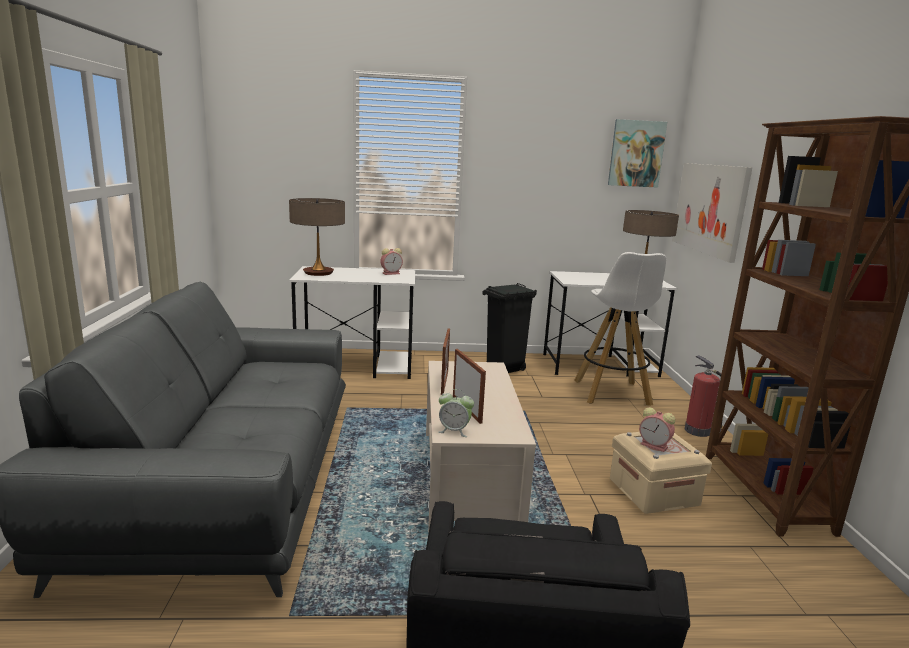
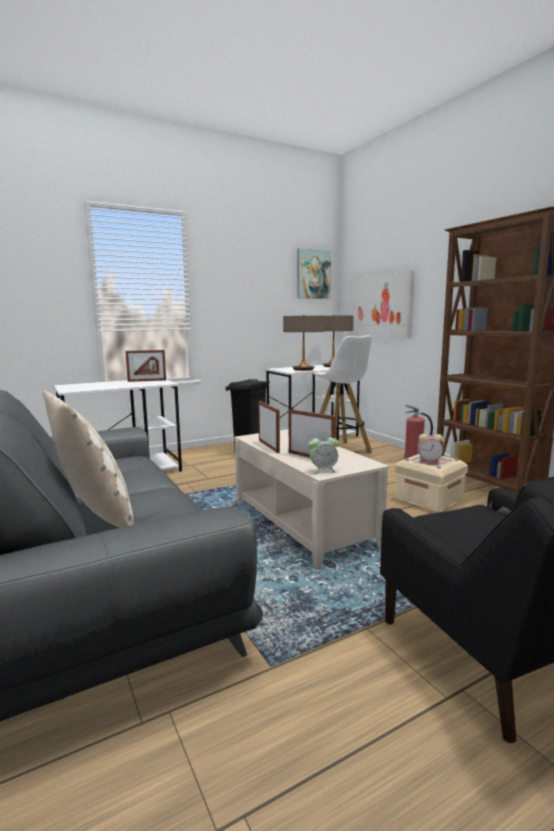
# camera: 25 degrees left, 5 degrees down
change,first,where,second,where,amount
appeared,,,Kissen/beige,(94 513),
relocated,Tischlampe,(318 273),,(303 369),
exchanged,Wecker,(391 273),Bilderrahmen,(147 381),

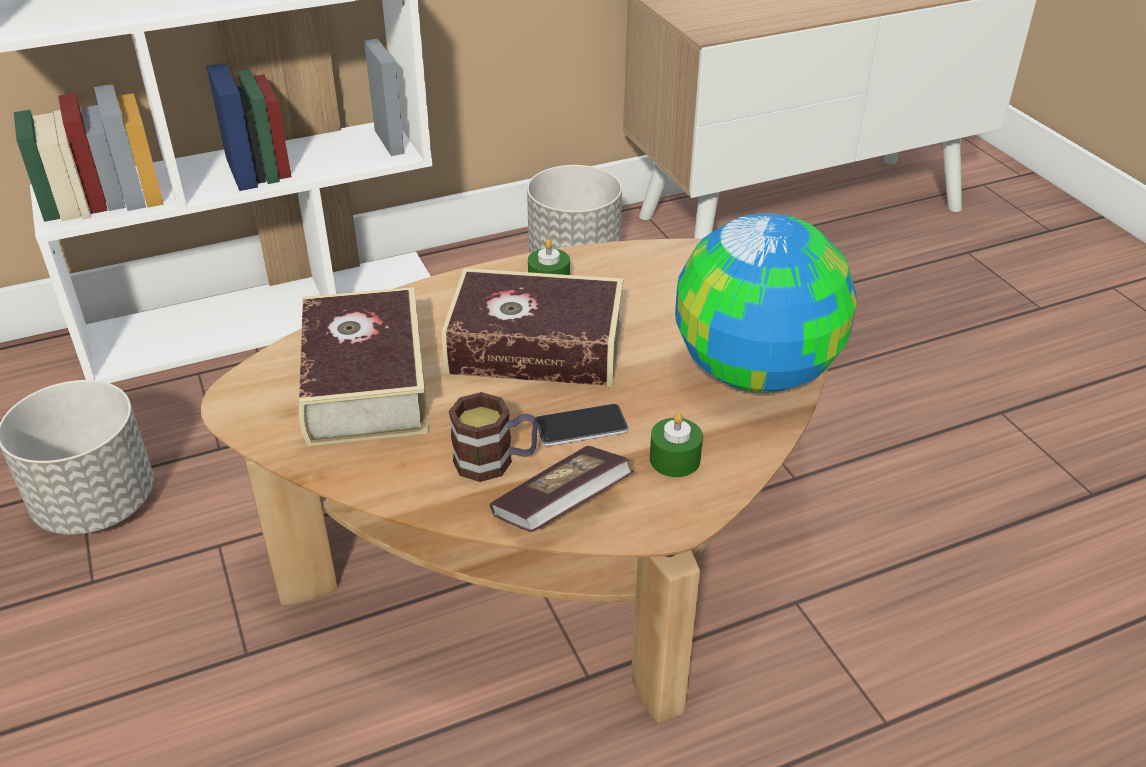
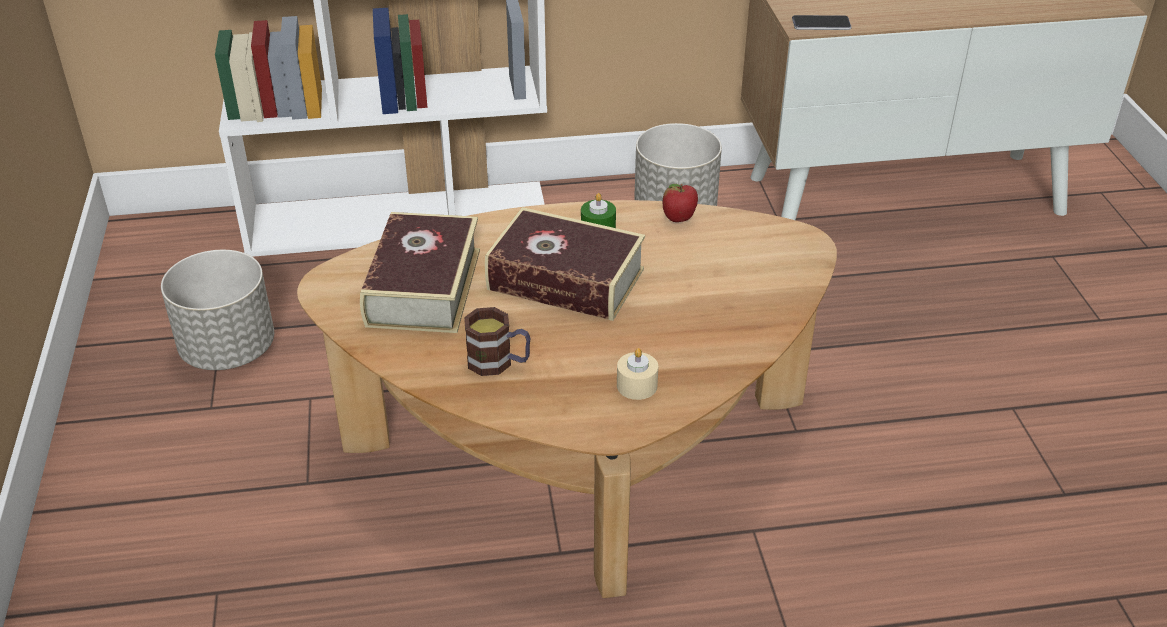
# camera: 15 degrees right, 0 degrees up
change,first,where,second,where,amount
missing,Buch,(560 508),,,
missing,Globus,(755 371),,,
appeared,,,Apfel,(679 219),
relocated,Handy,(581 426),,(821 24),
colour,Kerze/grün,(674 459),Kerze/beige,(637 385),

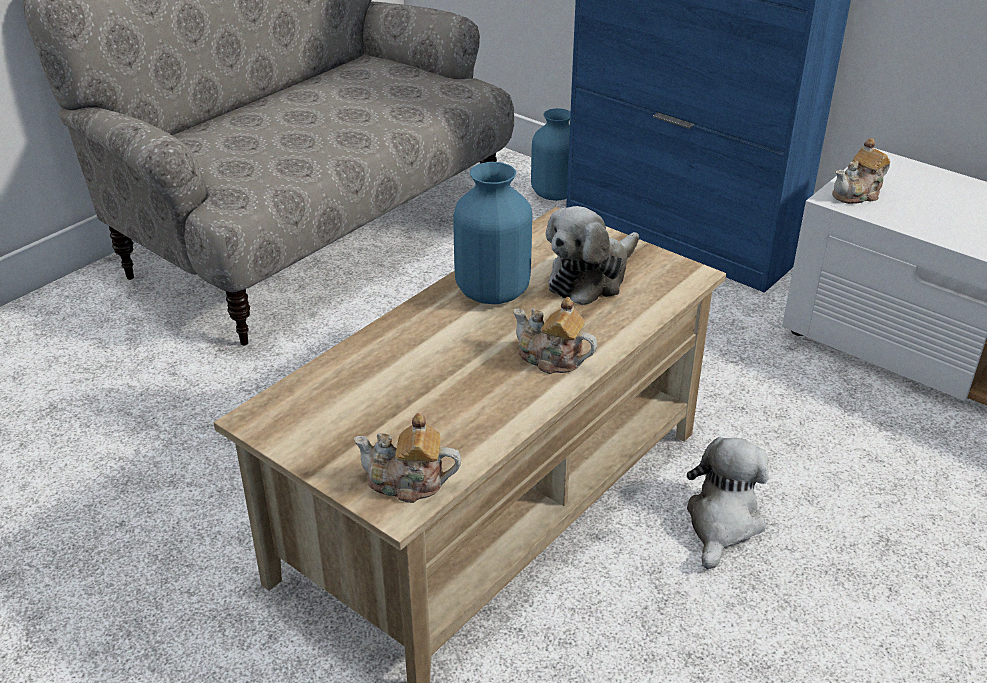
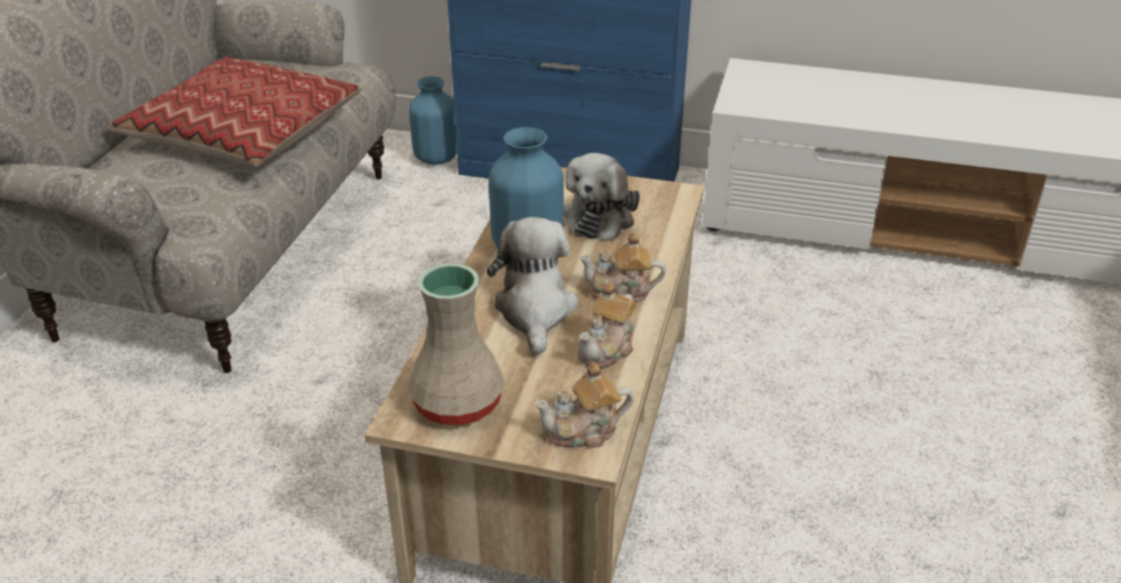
# camera: 25 degrees left, 0 degrees up
change,first,where,second,where,amount
appeared,,,Kissen,(243 132),
appeared,,,Vase/beige,(455 404),
relocated,Plüschtier,(722 523),,(535 311),
relocated,Teekanne,(858 194),,(608 348),

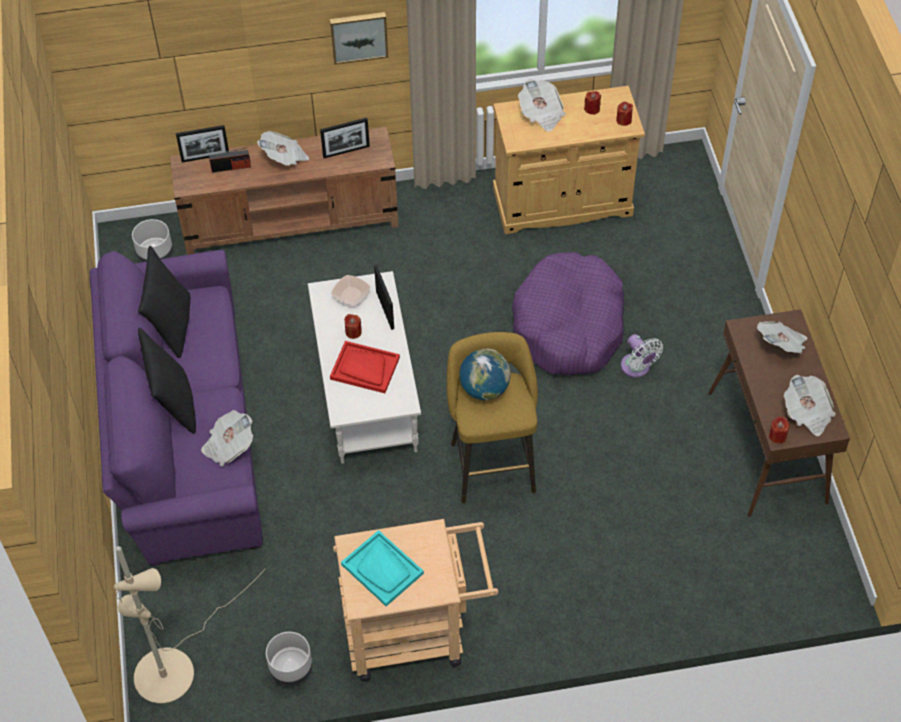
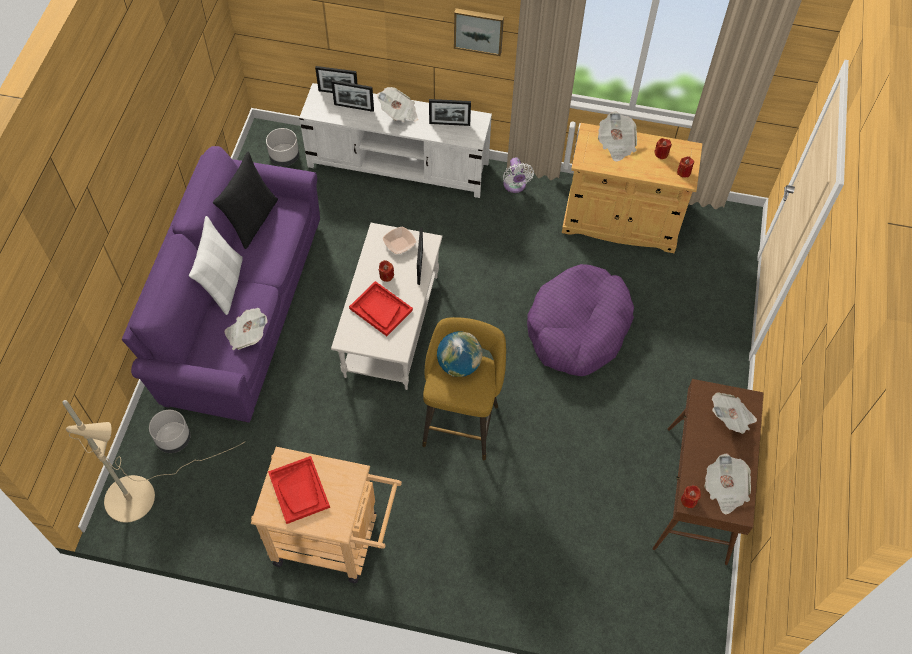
# camera: 20 degrees right, 5 degrees up
change,first,where,second,where,amount
relocated,Pflanzkübel/grau,(291 669),,(173 439),
relocated,Ventilator/weiß,(637 368),,(515 186),
exchanged,Radio,(231 167),Bilderrahmen,(354 107),
colour,Kissen/schwarz,(174 403),Kissen/weiß,(224 284),
colour,Fernsehschrank/braun,(291 221),Fernsehschrank/weiß,(399 165),
colour,Tablett/türkis,(382 569),Tablett/rot,(299 490),

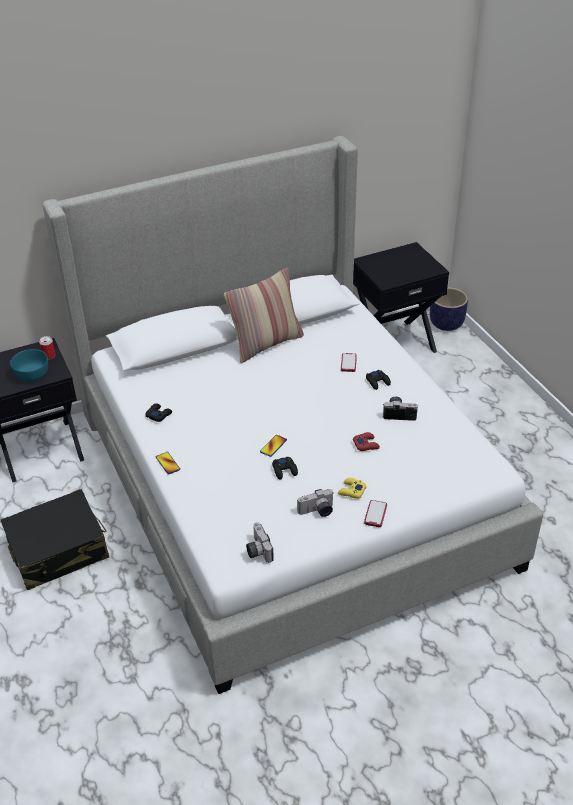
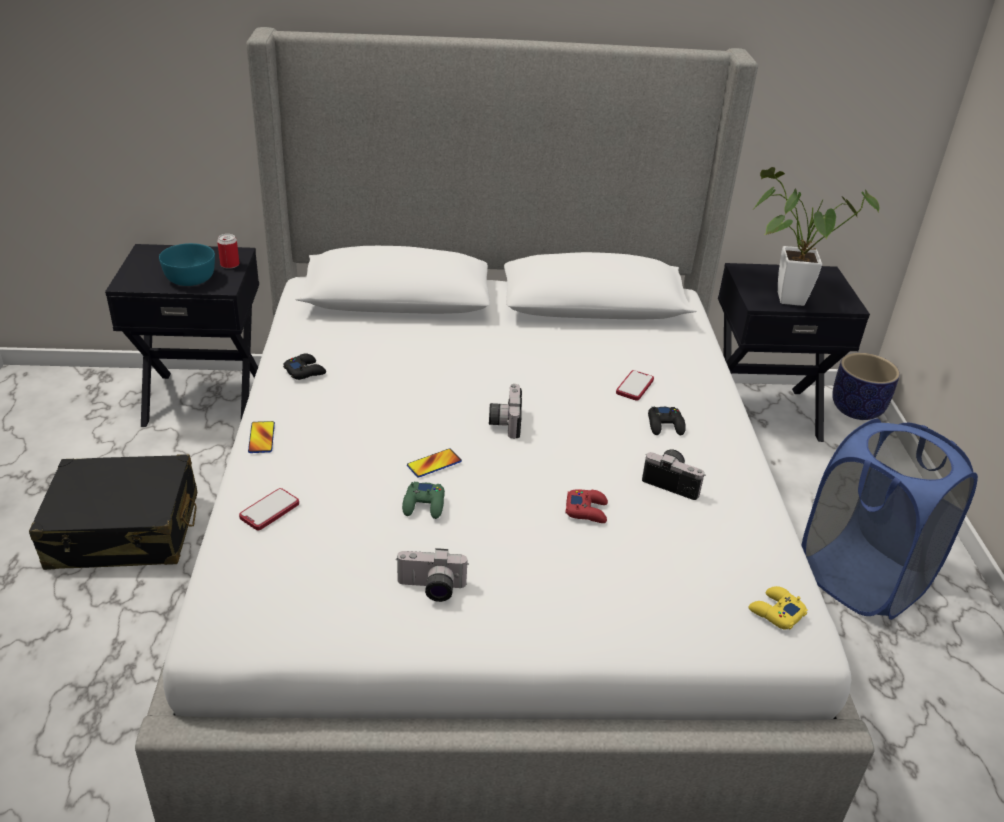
# camera: 20 degrees right, 5 degrees down
change,first,where,second,where,amount
missing,Kissen,(266 344),,,
appeared,,,Topfpflanze,(782 298),
appeared,,,Wäschekorb/blau,(862 579),
relocated,Kamera,(257 550),,(504 421),
relocated,Gamepad/gelb,(351 491),,(775 612),
relocated,Handy,(375 514),,(269 510),
colour,Gamepad/schwarz,(285 470),Gamepad/grün,(424 505),

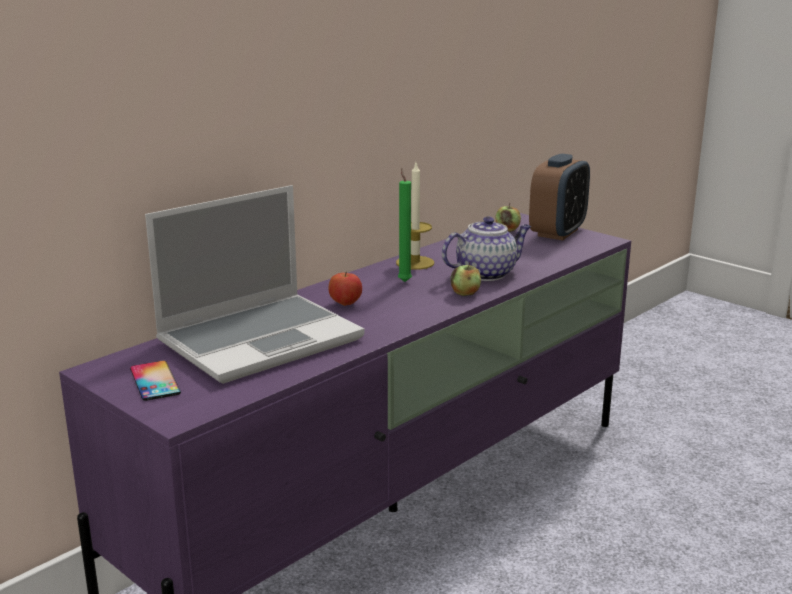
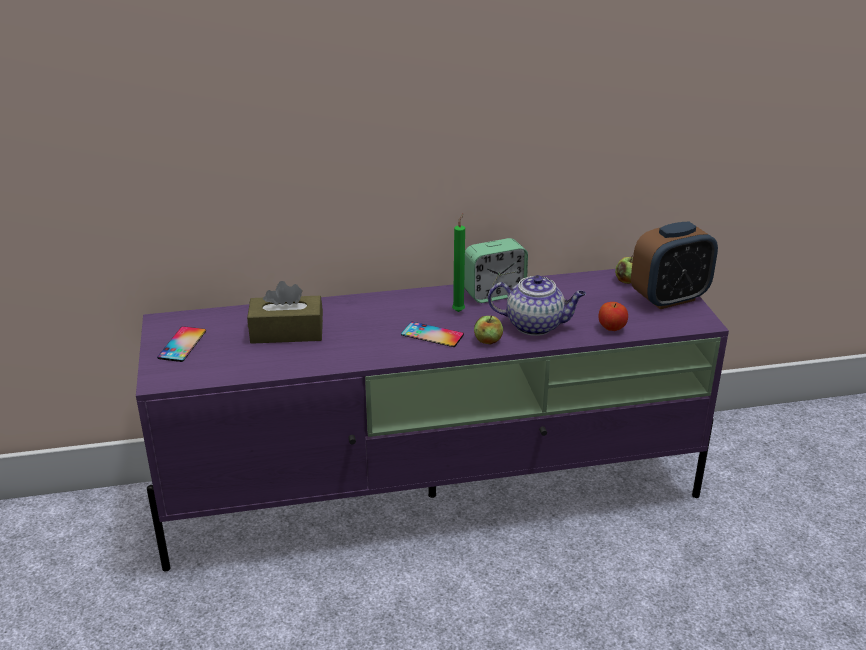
# camera: 35 degrees right, 10 degrees up
change,first,where,second,where,amount
appeared,,,Handy,(432 335),
relocated,Apfel,(345 304),,(611 328),
exchanged,Laptop,(261 339),Taschentuchbox/braun,(287 332),
exchanged,Kerze,(415 263),Wecker,(494 293),

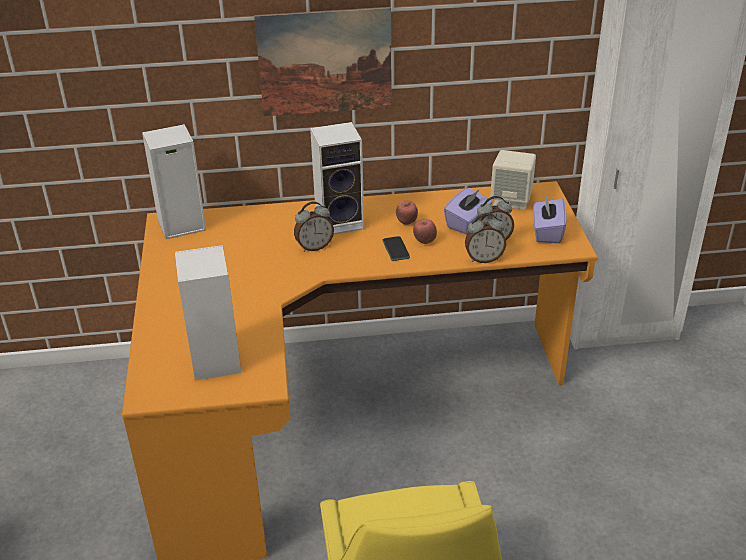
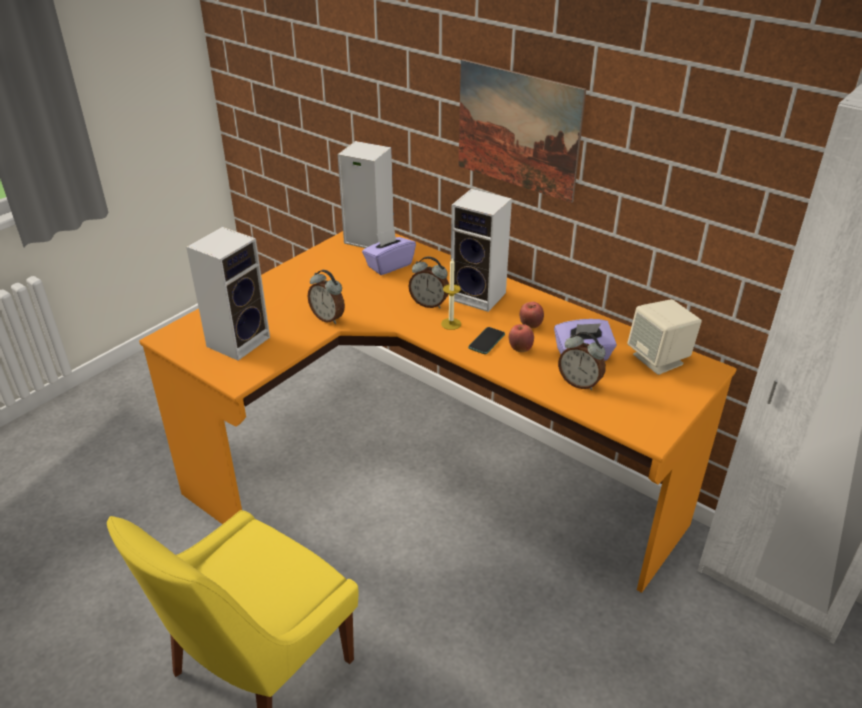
# camera: 45 degrees right, 0 degrees up
change,first,where,second,where,amount
appeared,,,Kerze,(451 324),
relocated,Wecker,(484 259),,(328 318),
relocated,Taschentuchbox/lila,(547 232),,(389 265),

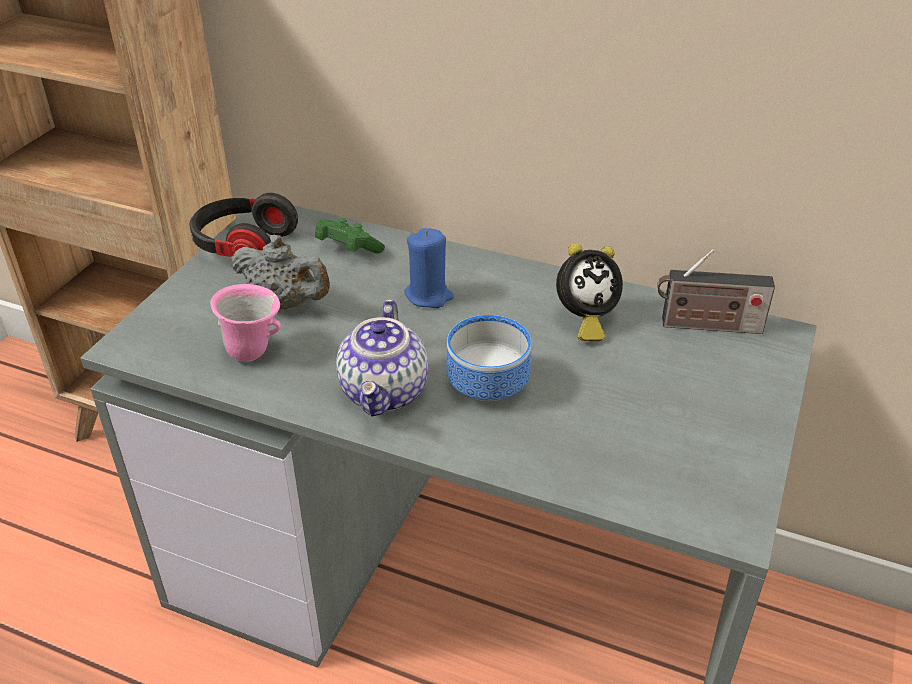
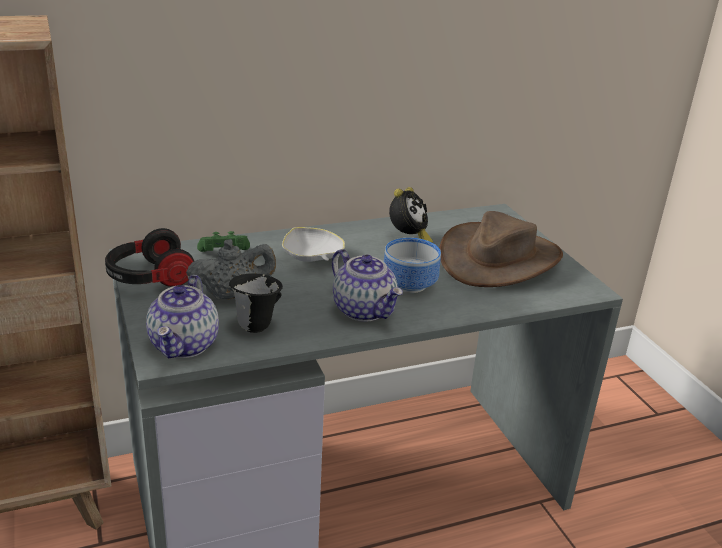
# camera: 45 degrees left, 10 degrees down
change,first,where,second,where,amount
missing,Radio,(706 326),,,
appeared,,,Teekanne,(185 345),
appeared,,,Hut/braun,(499 258),
exchanged,Kerze/blau,(429 296),Schüssel/weiß,(312 258),
colour,Henkelbecher/rosa,(253 352),Henkelbecher/schwarz,(256 326),

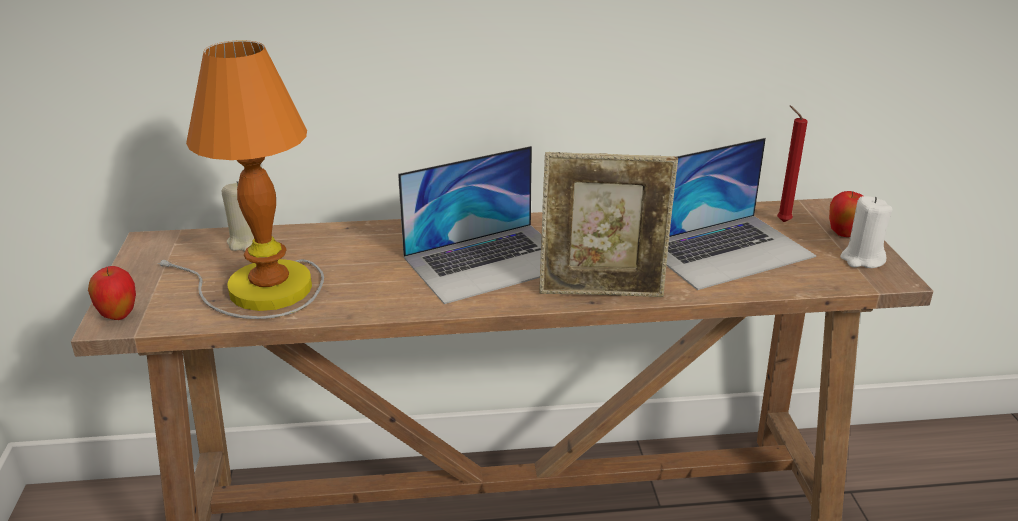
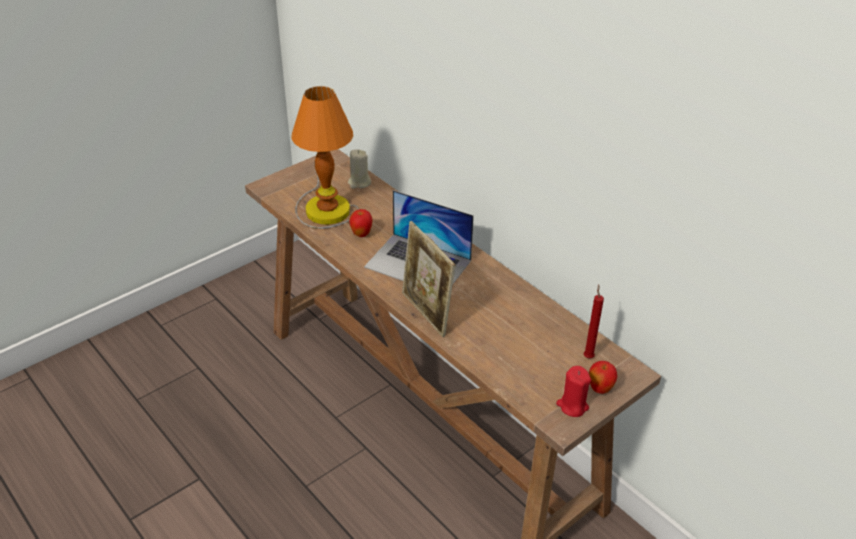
# camera: 55 degrees right, 10 degrees up
change,first,where,second,where,amount
missing,Laptop,(727 250),,,
relocated,Apfel,(118 316),,(361 234),
colour,Kerze/weiß,(862 259),Kerze/rot,(572 406),

